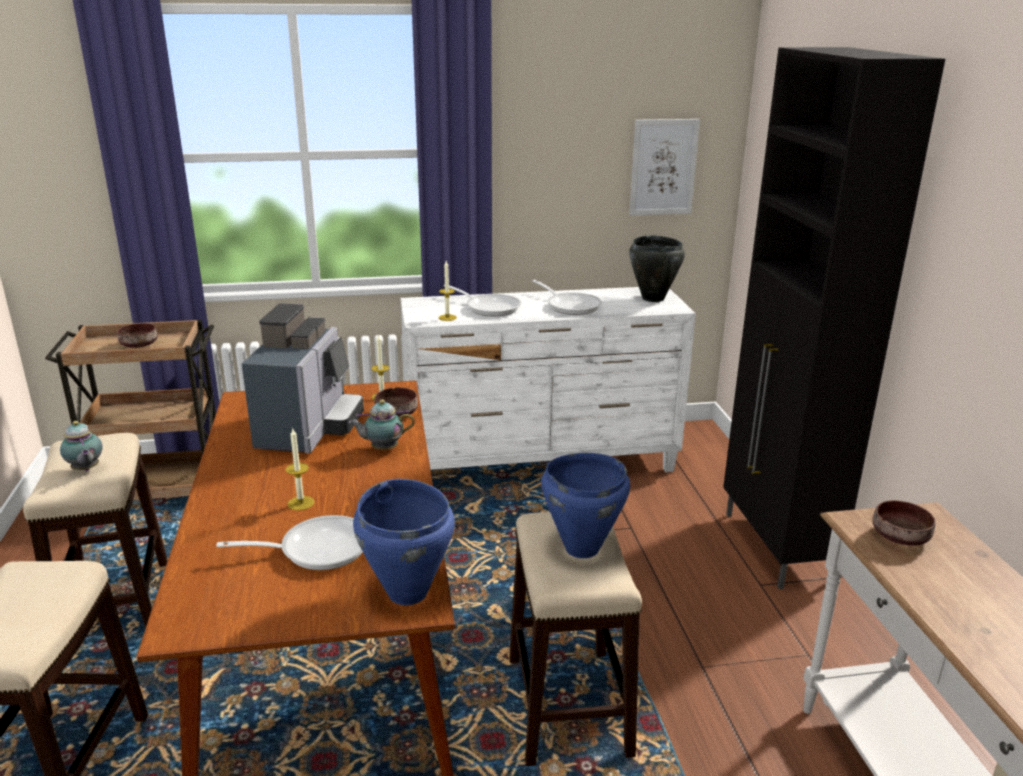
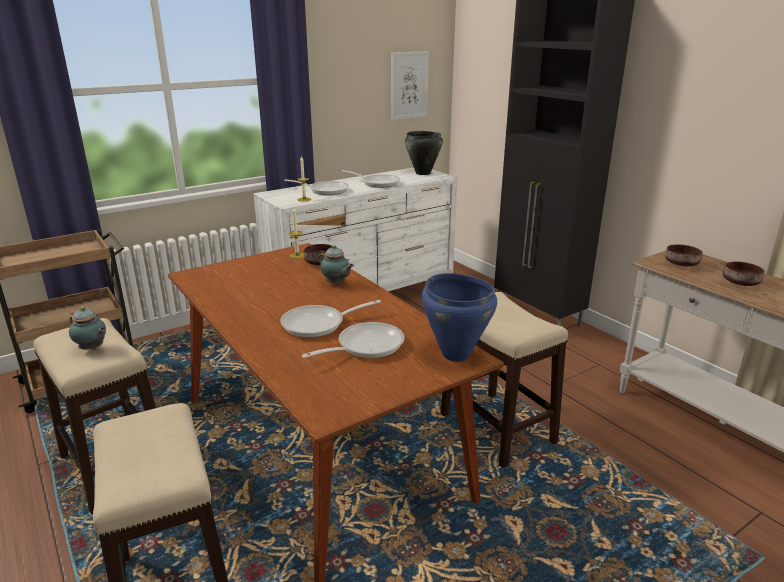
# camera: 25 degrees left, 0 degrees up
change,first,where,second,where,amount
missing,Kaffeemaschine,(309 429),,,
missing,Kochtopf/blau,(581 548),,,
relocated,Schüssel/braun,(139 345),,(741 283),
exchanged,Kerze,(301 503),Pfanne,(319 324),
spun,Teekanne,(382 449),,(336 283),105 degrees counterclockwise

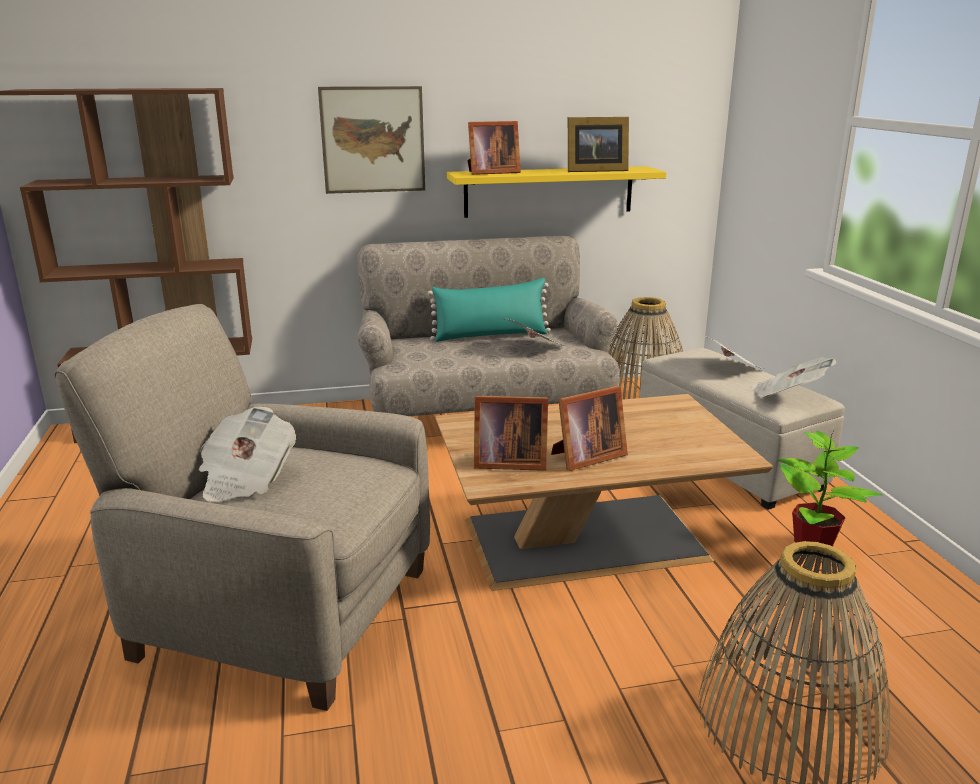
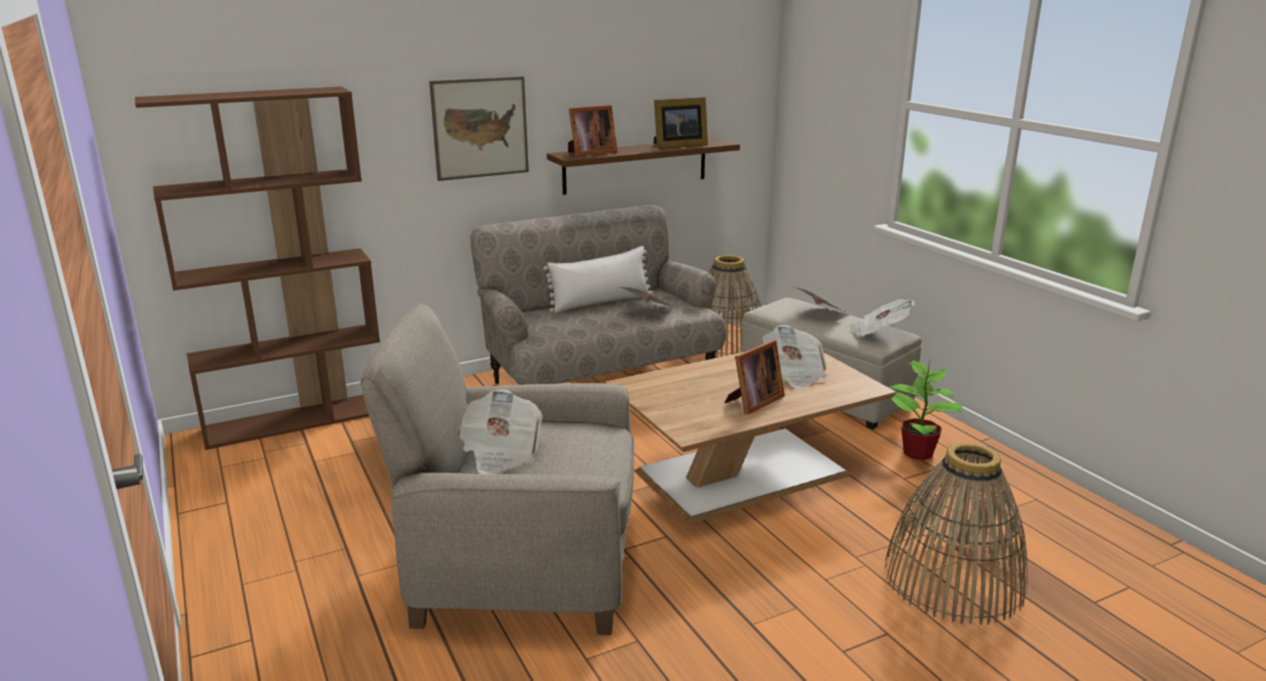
# camera: 15 degrees left, 0 degrees up
change,first,where,second,where,amount
missing,Bilderrahmen,(507 462),,,
appeared,,,Zeitung,(793 374),
colour,Kissen/türkis,(490 335),Kissen/weiß,(601 302),
colour,Wandregal/gelb,(549 191),Wandregal/braun,(635 166),

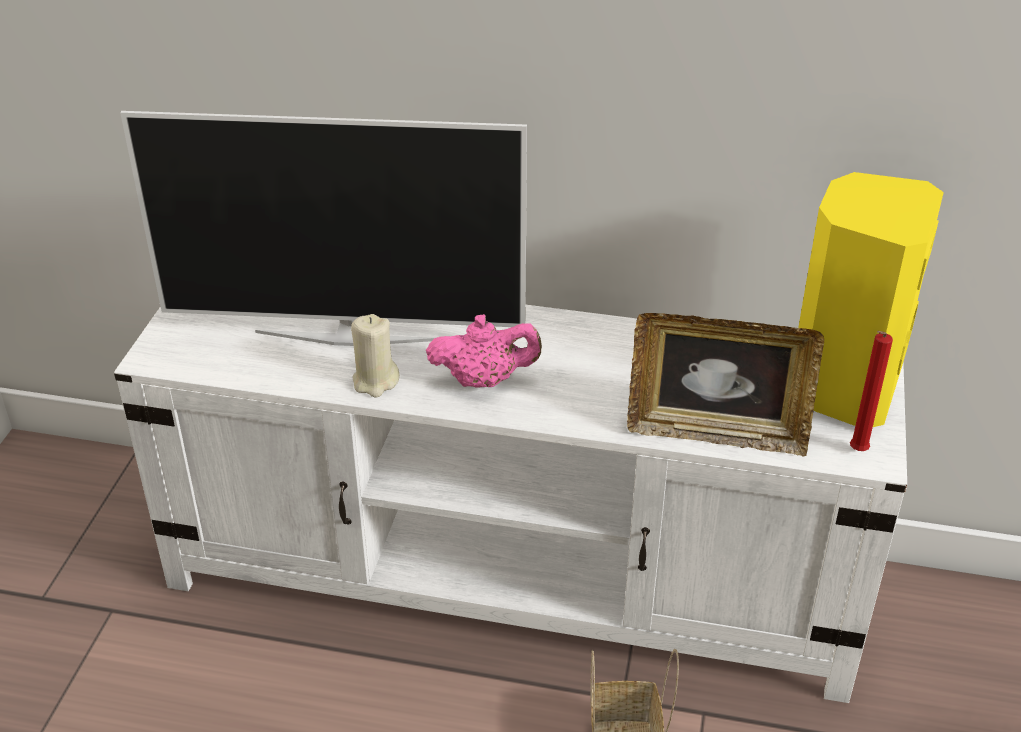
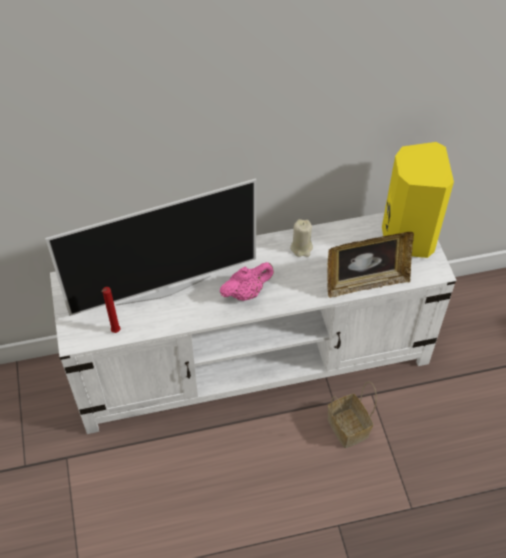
# camera: 25 degrees left, 15 degrees up
change,first,where,second,where,amount
relocated,Kerze/beige,(375 381),,(301 248),
relocated,Kerze/rot,(856 452),,(115 332),

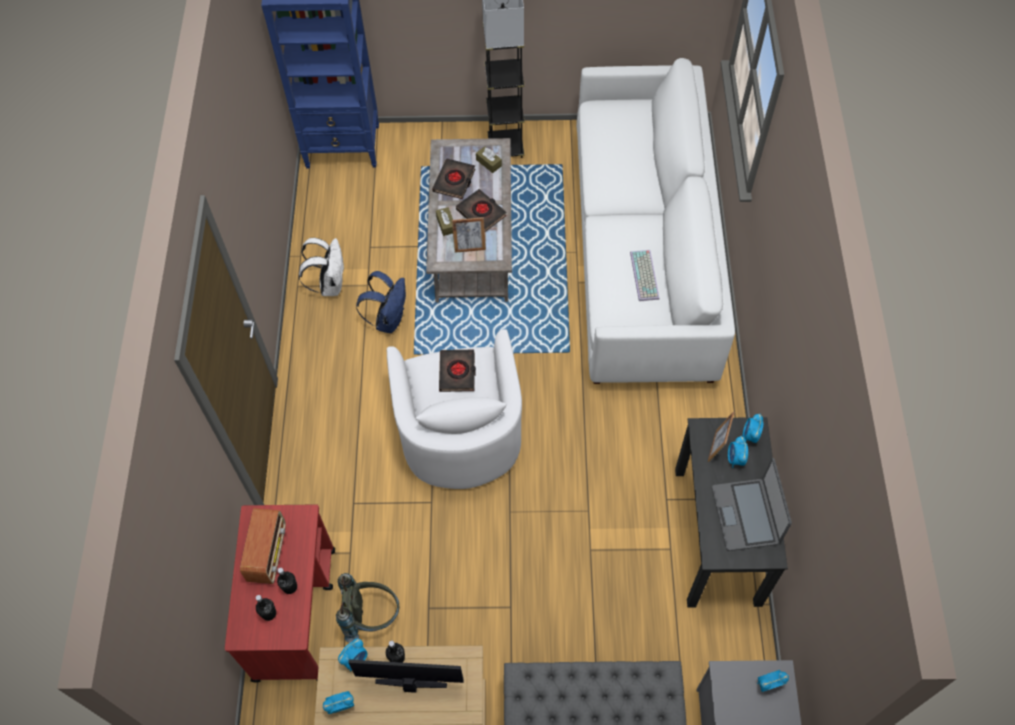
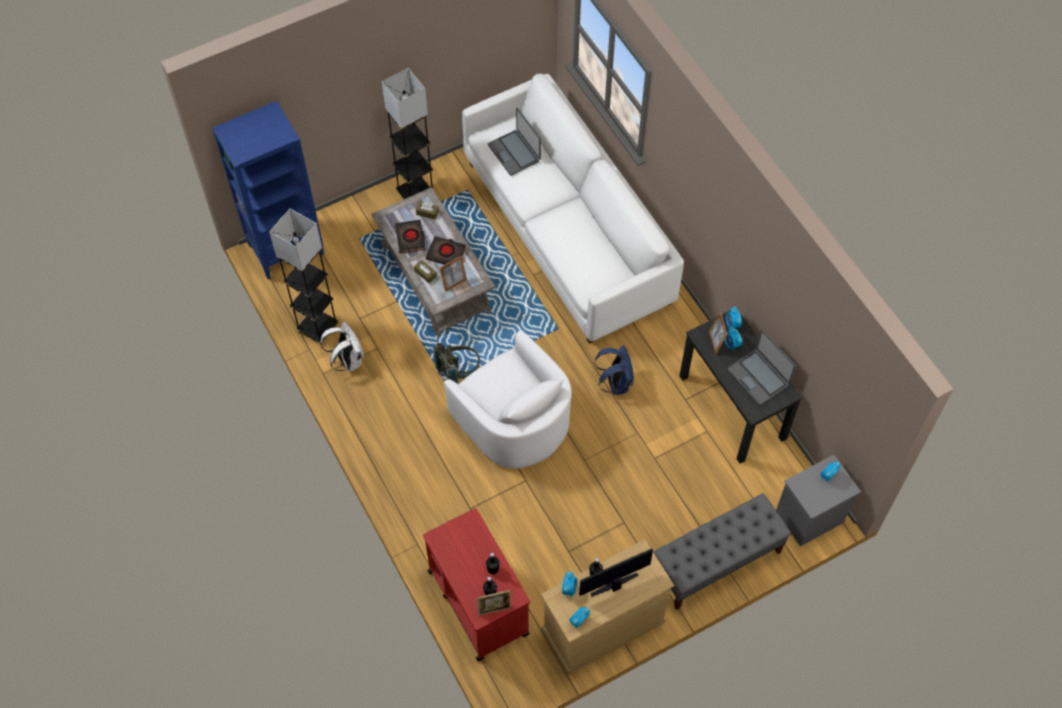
# camera: 30 degrees left, 0 degrees up
change,first,where,second,where,amount
missing,Radio,(268 552),,,
missing,Buch/schwarz,(457 372),,,
missing,Tastatur,(645 276),,,
appeared,,,Stehlampe/grau,(318 328),
appeared,,,Bilderrahmen,(494 609),
appeared,,,Laptop,(514 153),
relocated,Rucksack/grau,(371 616),,(459 374),
relocated,Rucksack/blau,(388 319),,(615 383),

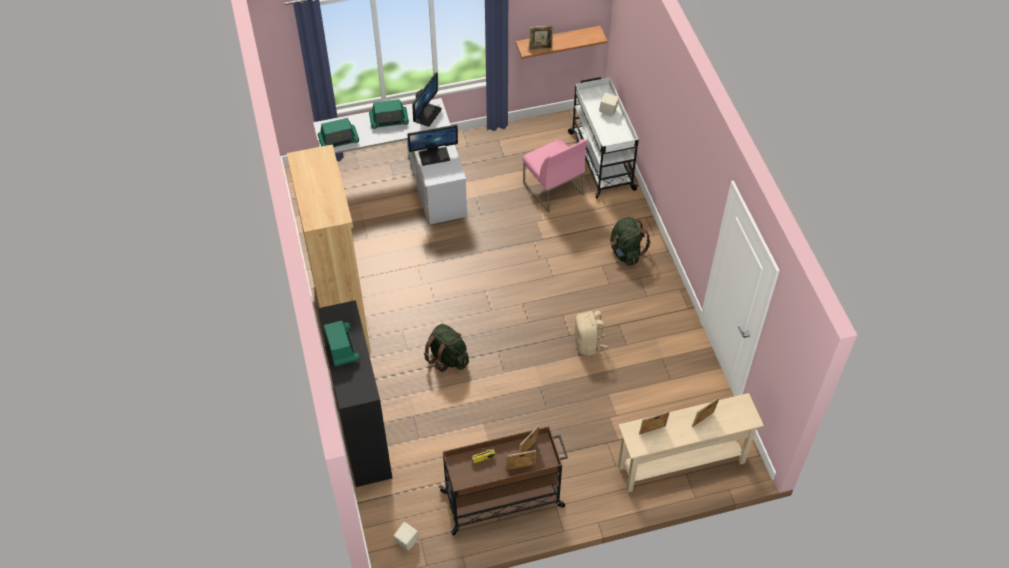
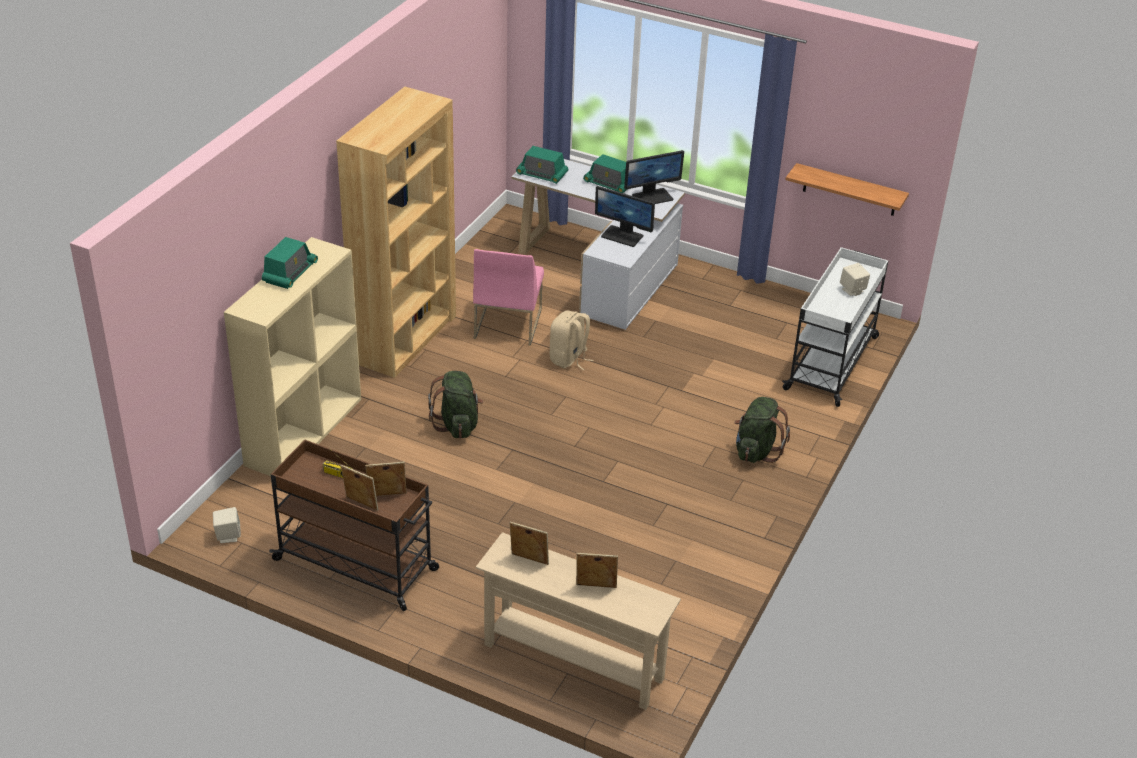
# camera: 40 degrees right, 15 degrees down
change,first,where,second,where,amount
missing,Bilderrahmen,(540 48),,,
relocated,Stuhl/rosa,(552 188),,(507 323),
relocated,Rucksack/beige,(588 343),,(569 359),
colour,Bücherregal/schwarz,(362 433),Bücherregal/beige,(303 431),

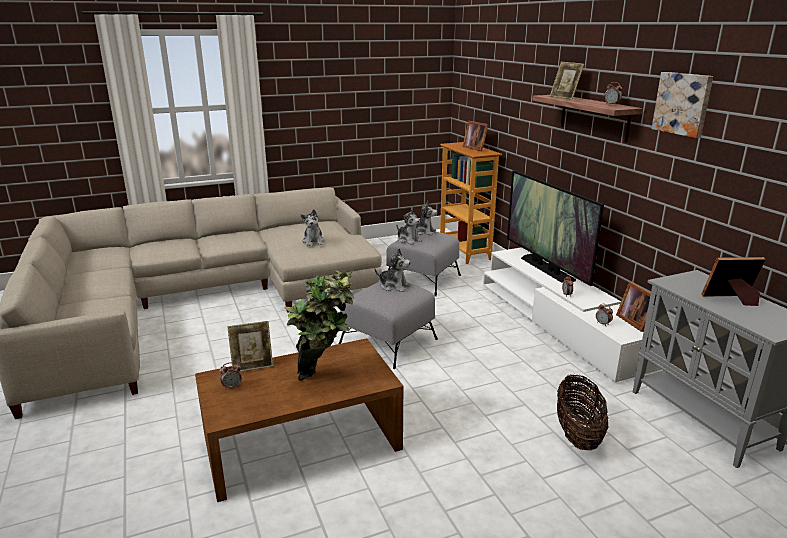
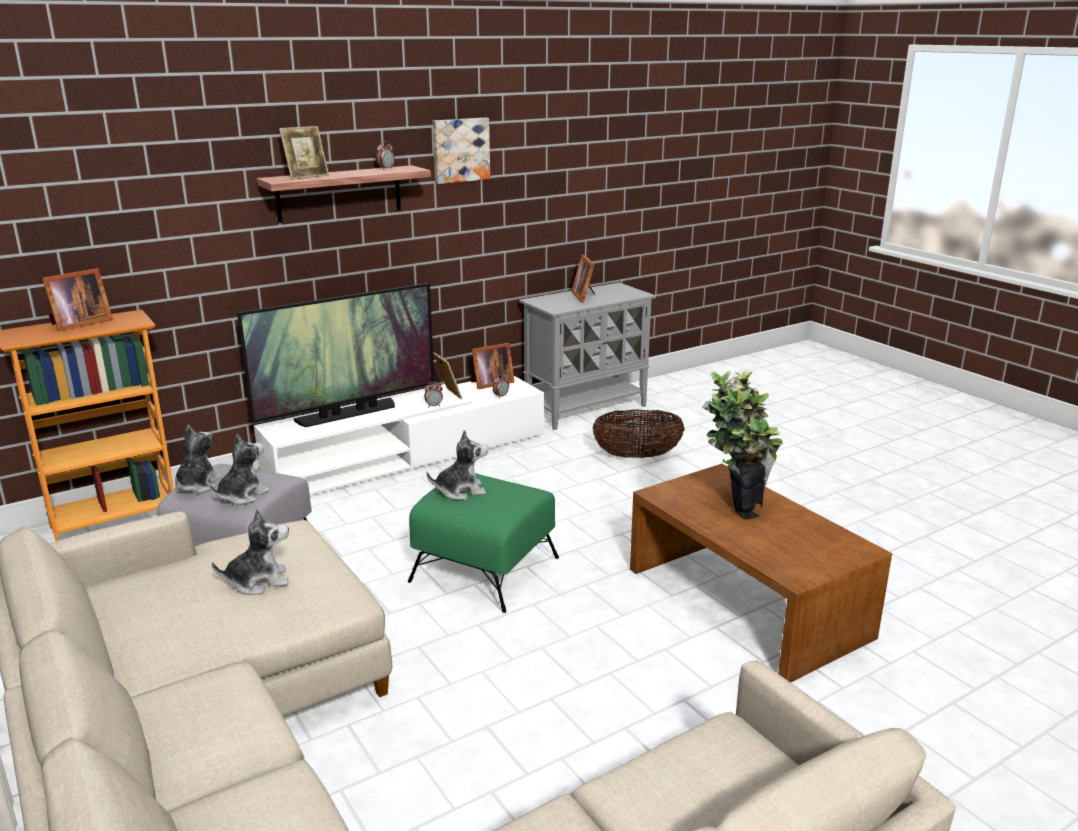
# camera: 100 degrees left, 0 degrees up
change,first,where,second,where,amount
missing,Wecker,(232 387),,,
relocated,Bilderrahmen,(252 366),,(448 394),
colour,Polsterhocker/grau,(388 342),Polsterhocker/grün,(484 569),
spun,Plüschtier,(394 286),,(460 491),60 degrees clockwise

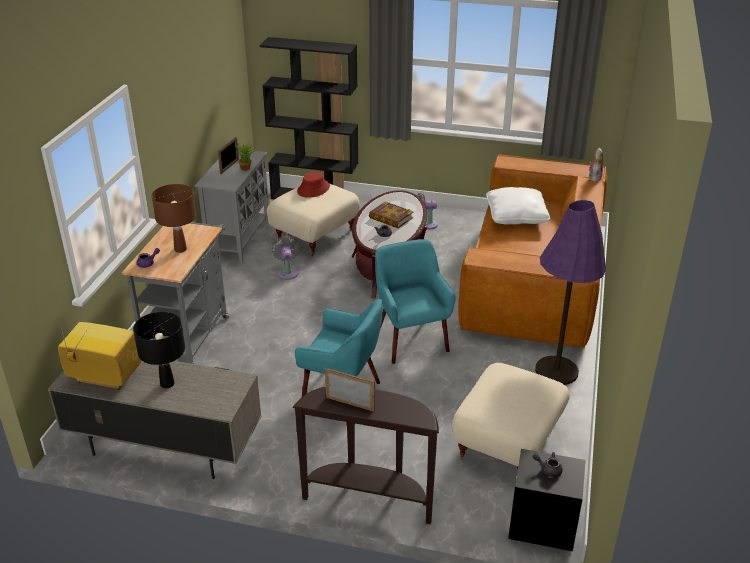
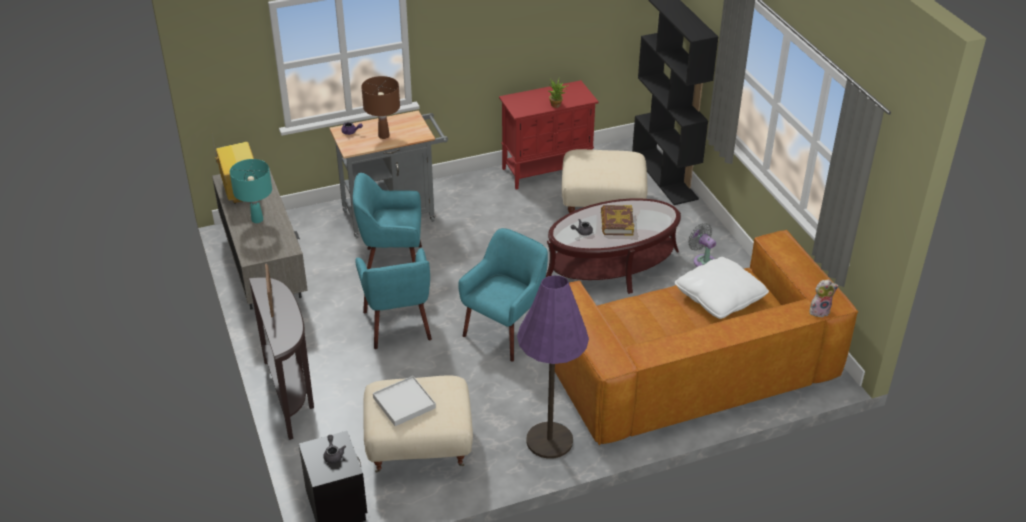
# camera: 55 degrees right, 5 degrees up
change,first,where,second,where,amount
missing,Bilderrahmen,(229 166),,,
missing,Ventilator/grau,(287 272),,,
missing,Hut/rot,(313 189),,,
appeared,,,Sessel/türkis,(392 264),
appeared,,,Tablett/weiß,(404 403),
colour,Tischlampe/schwarz,(167 384),Tischlampe/türkis,(257 220),
colour,Schrank/grau,(239 239),Schrank/rot,(547 170),

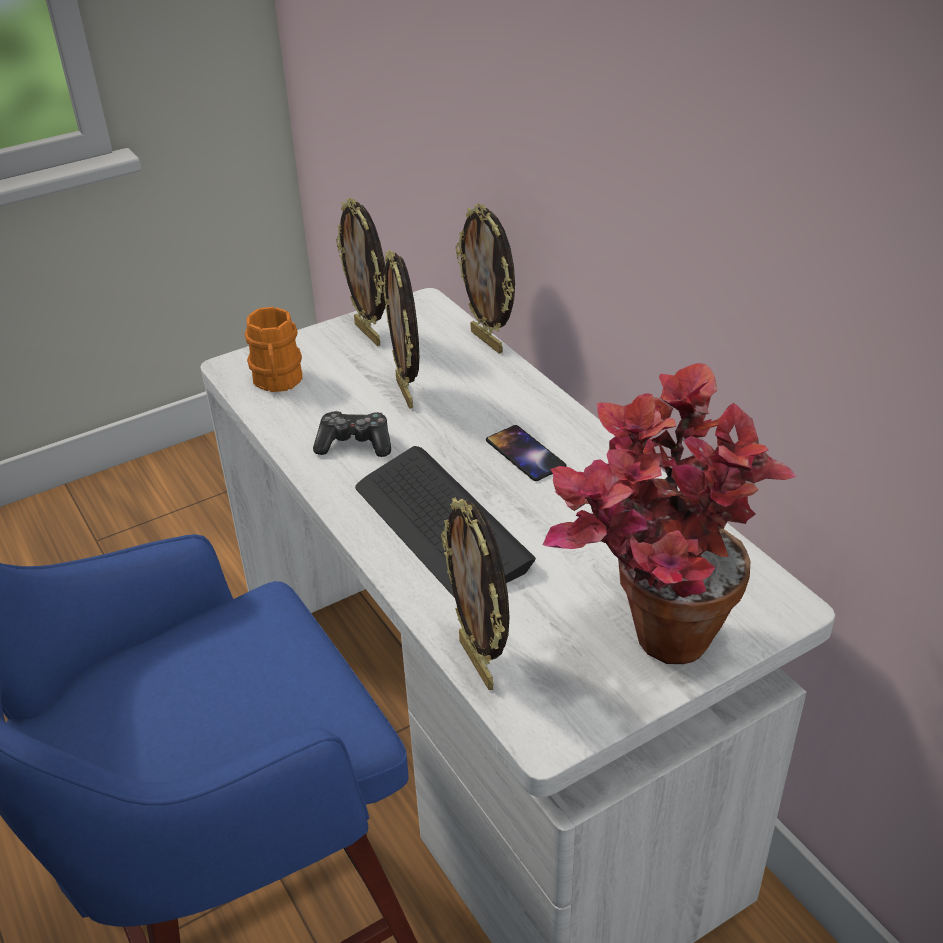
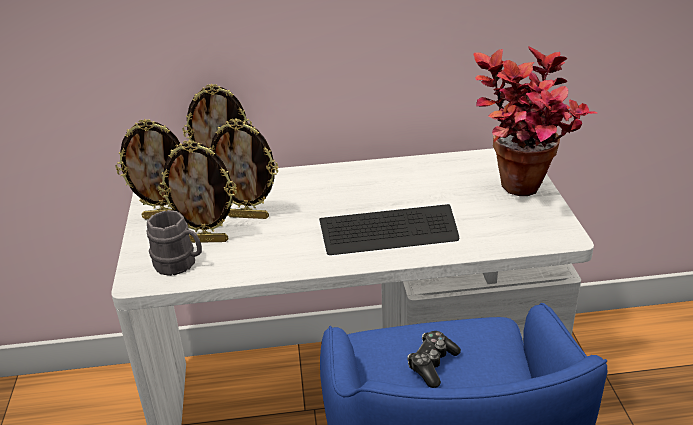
# camera: 65 degrees left, 5 degrees down
change,first,where,second,where,amount
missing,Handy,(525 454),,,
relocated,Gamepad,(355 444),,(432 364),
relocated,Bilderrahmen,(479 663),,(207 240),
colour,Henkelbecher/orange,(277 382),Henkelbecher/grau,(180 264),

